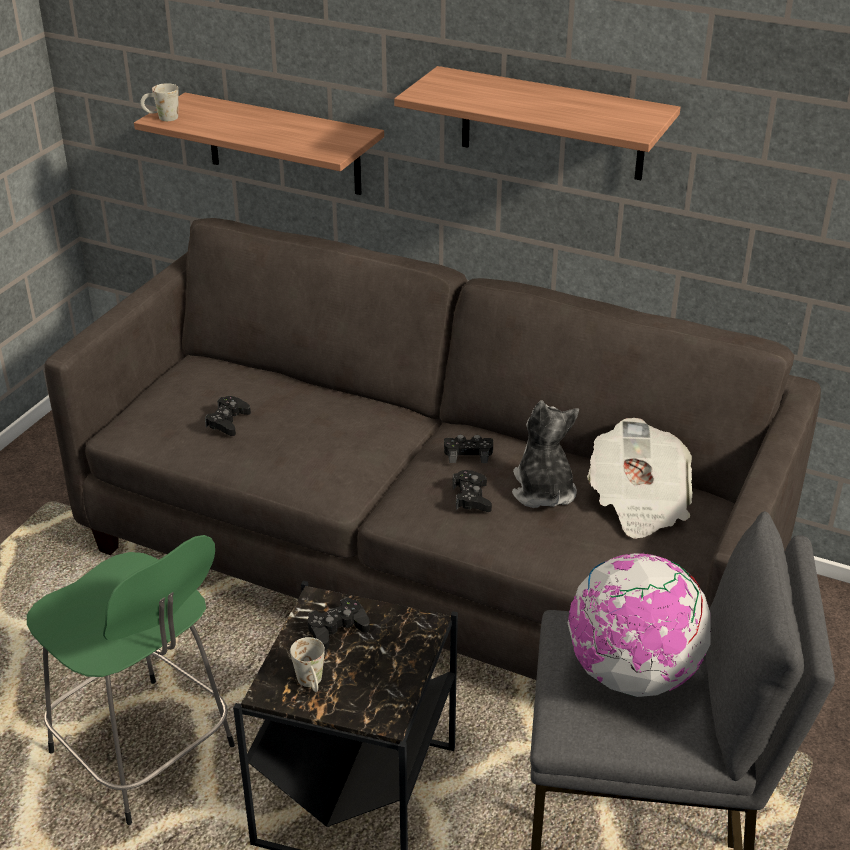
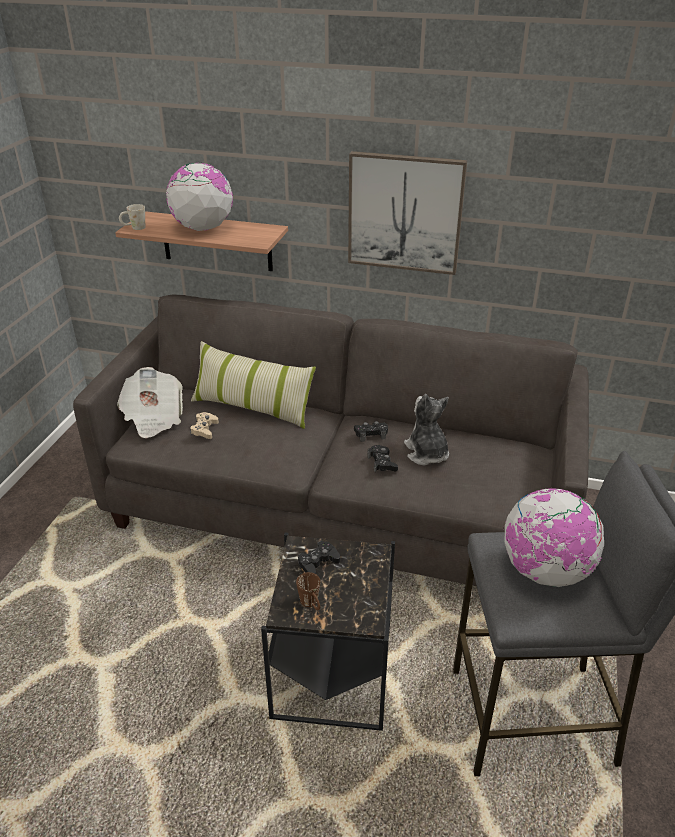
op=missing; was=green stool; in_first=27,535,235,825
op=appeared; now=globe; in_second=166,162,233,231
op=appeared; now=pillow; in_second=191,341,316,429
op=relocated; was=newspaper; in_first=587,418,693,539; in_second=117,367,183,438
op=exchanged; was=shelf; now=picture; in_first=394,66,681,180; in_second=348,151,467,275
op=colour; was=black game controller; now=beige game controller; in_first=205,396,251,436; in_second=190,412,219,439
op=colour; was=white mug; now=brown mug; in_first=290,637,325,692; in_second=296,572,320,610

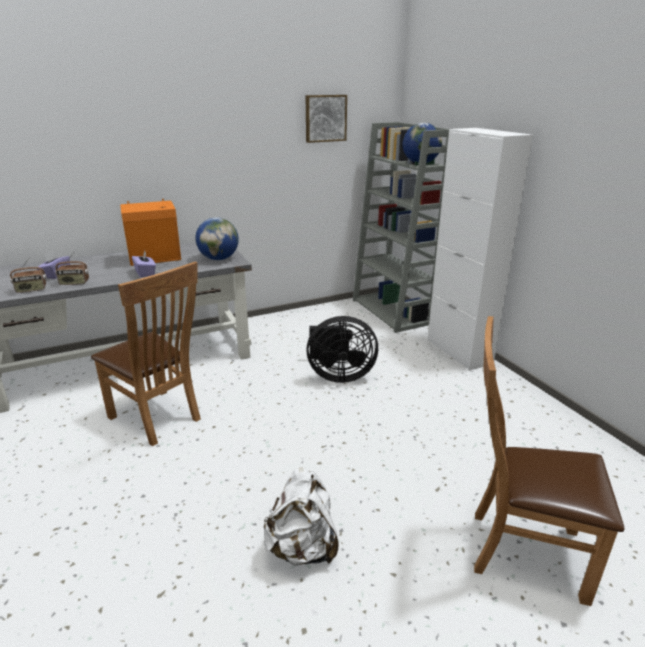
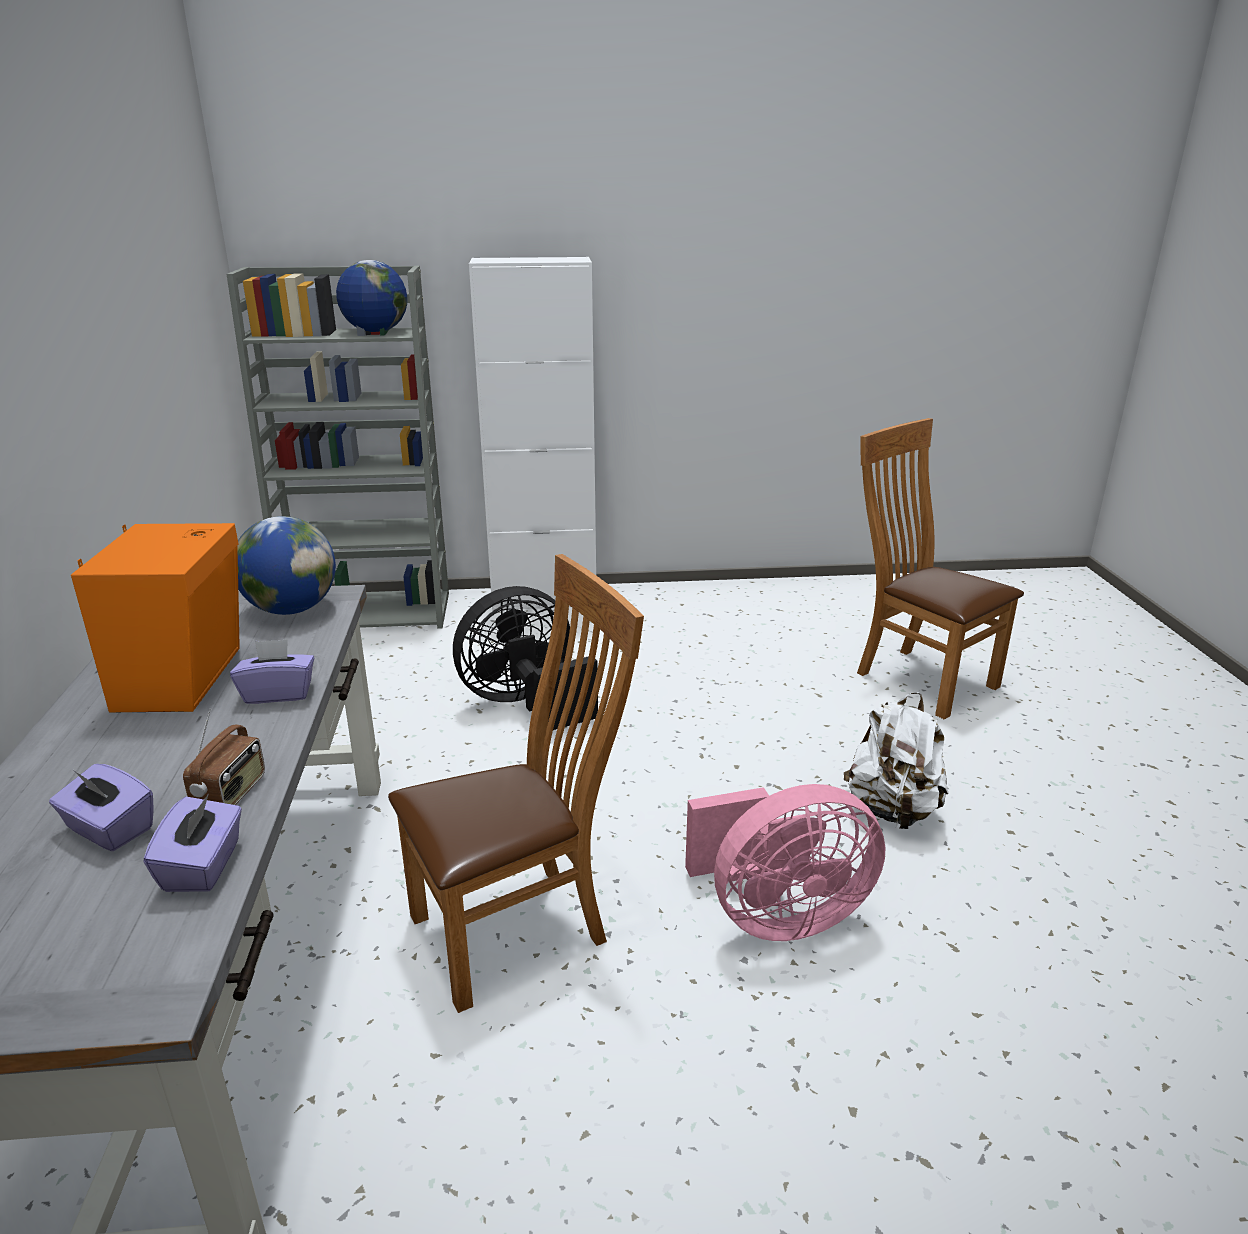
op=missing; was=picture; in_first=306,95,347,143
op=appeared; now=pink fan; in_second=685,784,886,941
op=exchanged; was=radio; now=purple tissue box; in_first=10,257,47,293; in_second=144,794,242,892
op=spun; was=black fan; in_first=306,316,378,383; in_second=453,586,598,730; clockwise=-135
op=spun; was=brown chair; in_first=474,316,624,606; in_second=857,418,1024,720; clockwise=105

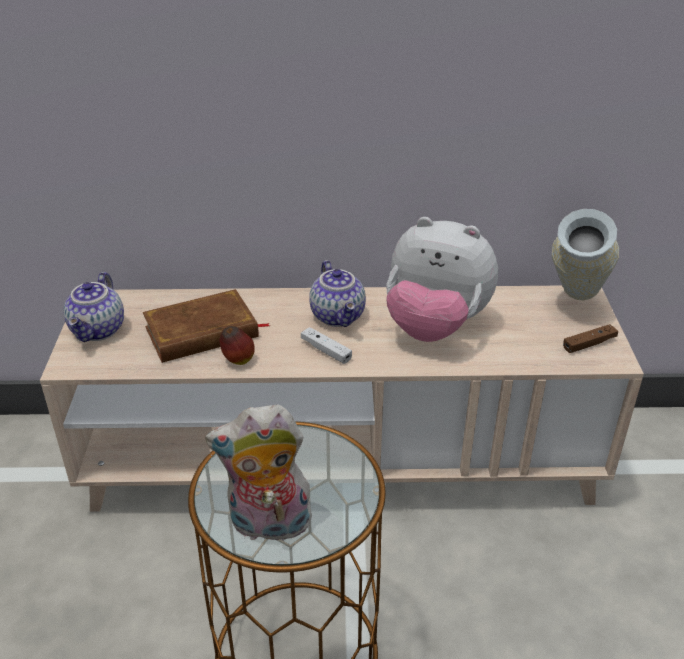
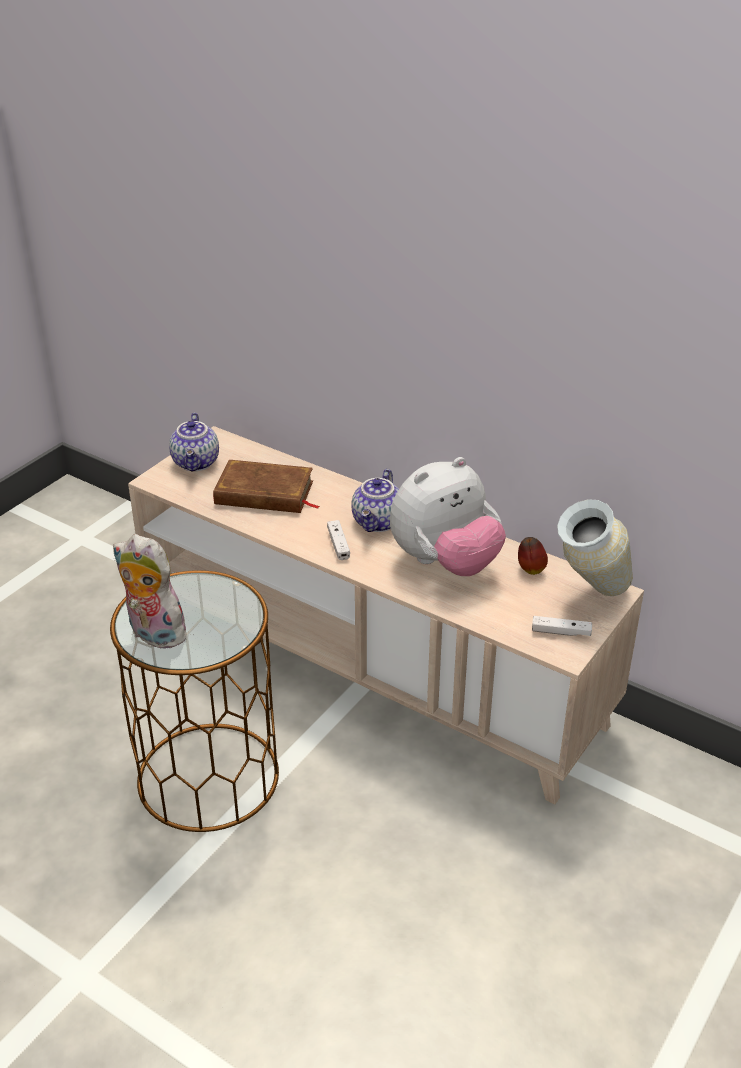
op=relocated; was=apple; in_first=220,326,255,365; in_second=518,537,548,575
op=colour; was=brown game controller; now=white game controller; in_first=563,324,618,353; in_second=532,616,592,636
op=spun; was=teapot; in_first=63,272,124,342; in_second=169,413,219,472; clockwise=-45
op=spun; was=plush toy; in_first=386,217,498,342; in_second=390,457,506,576; clockwise=-90

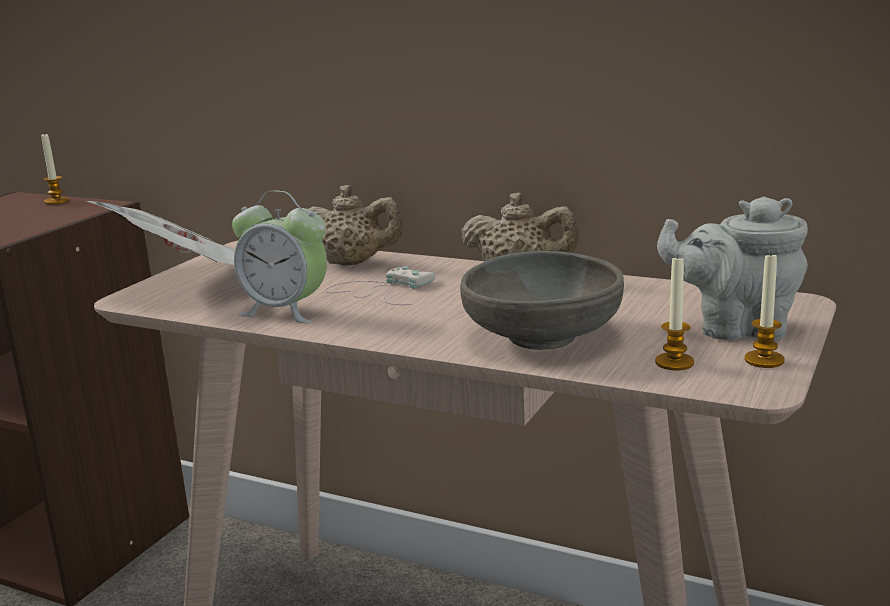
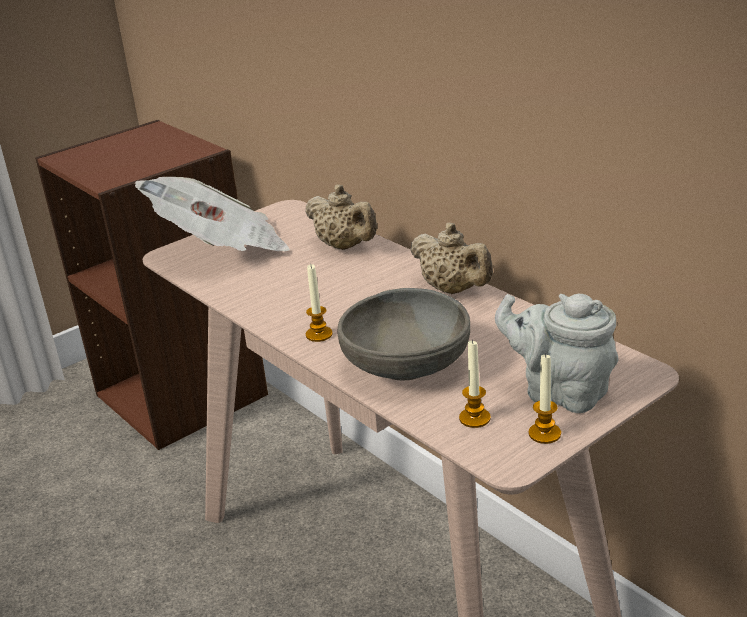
op=missing; was=alarm clock; in_first=232,191,327,323
op=missing; was=white game controller; in_first=325,266,435,305
op=relocated; was=candle; in_first=41,132,69,205; in_second=306,264,333,342

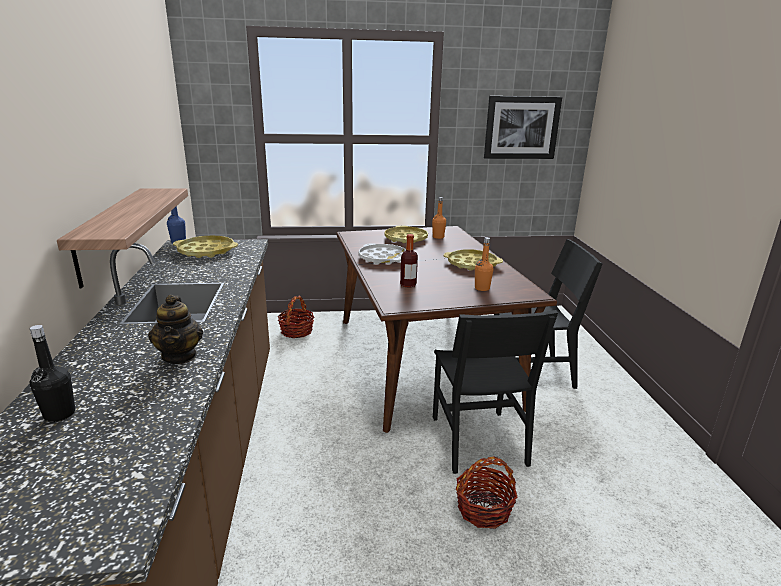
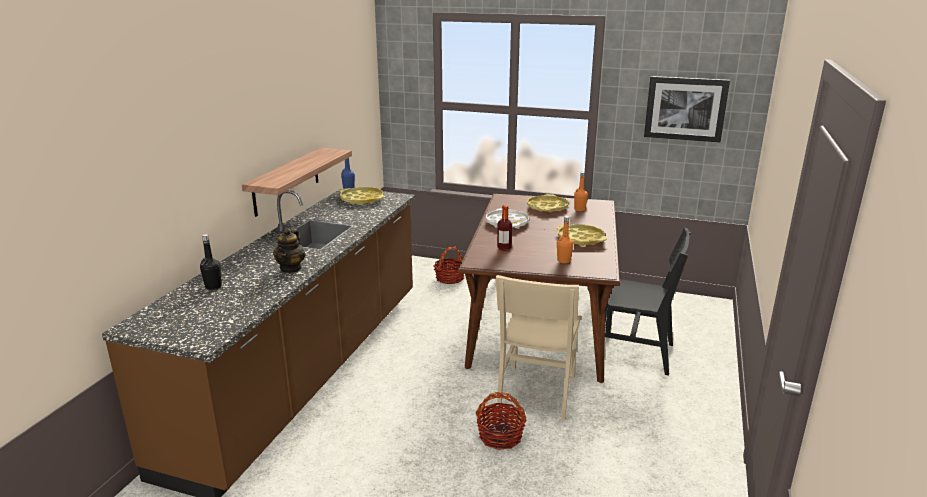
op=colour; was=black chair; now=beige chair; in_first=433,310,558,474; in_second=496,275,581,420

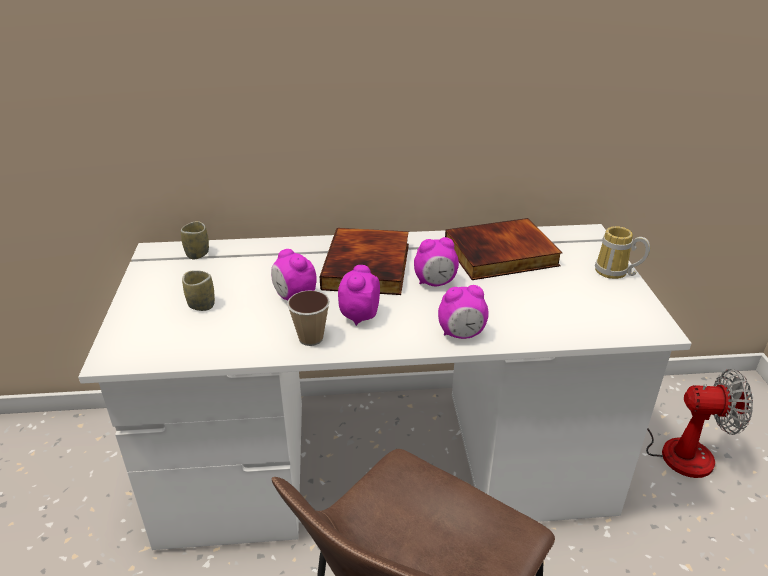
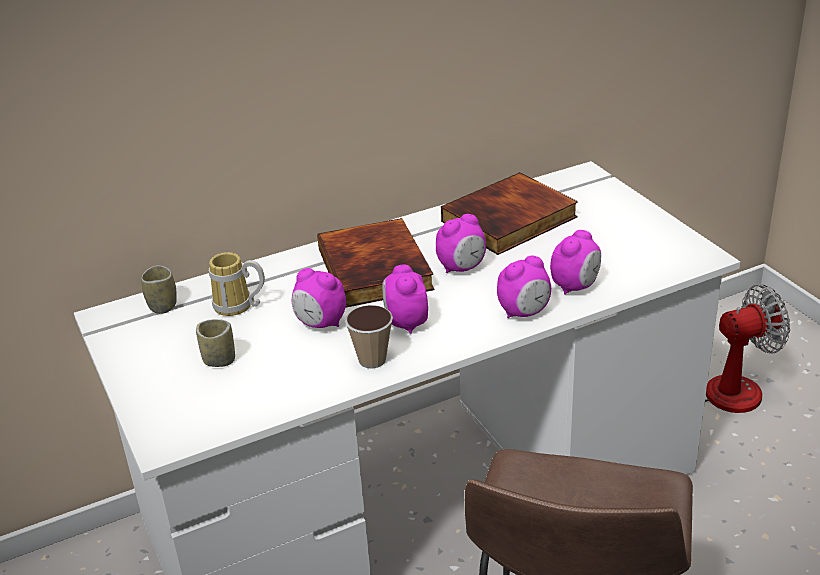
op=appeared; now=alarm clock; in_second=550,230,601,295
op=relocated; was=mug; in_first=595,226,650,279; in_second=209,252,265,316

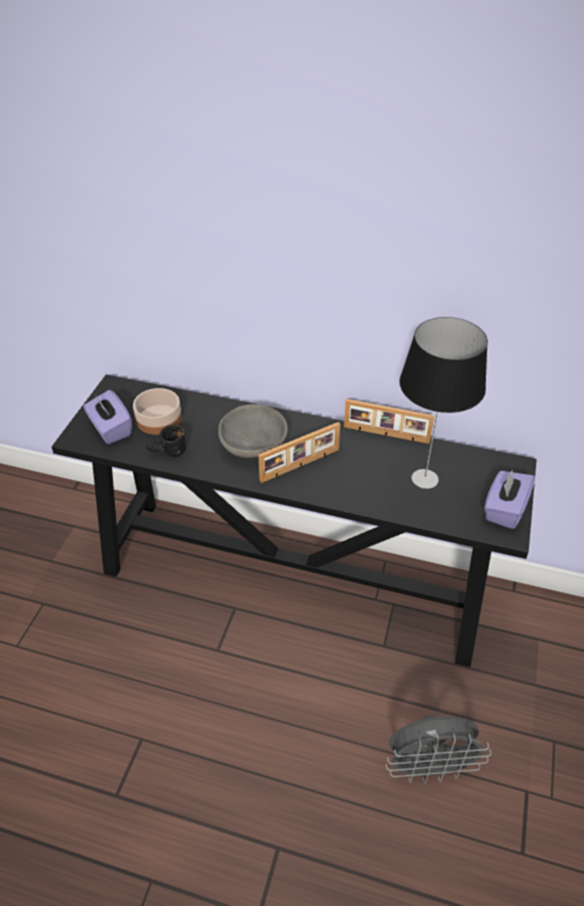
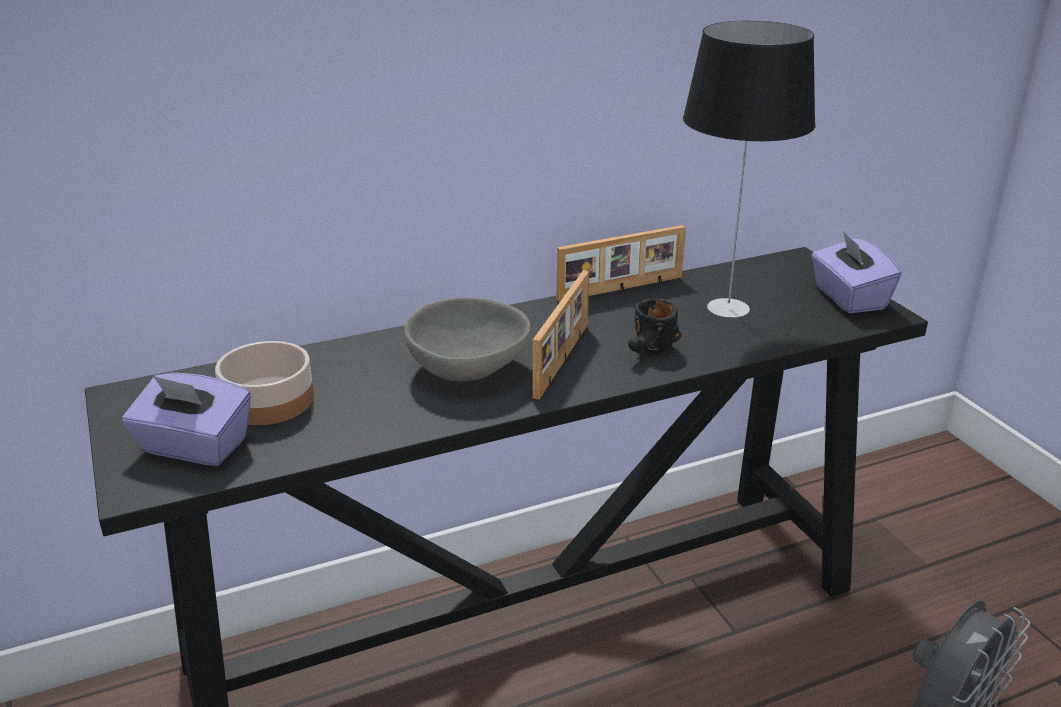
op=relocated; was=black mug; in_first=146,425,186,457; in_second=628,298,682,353

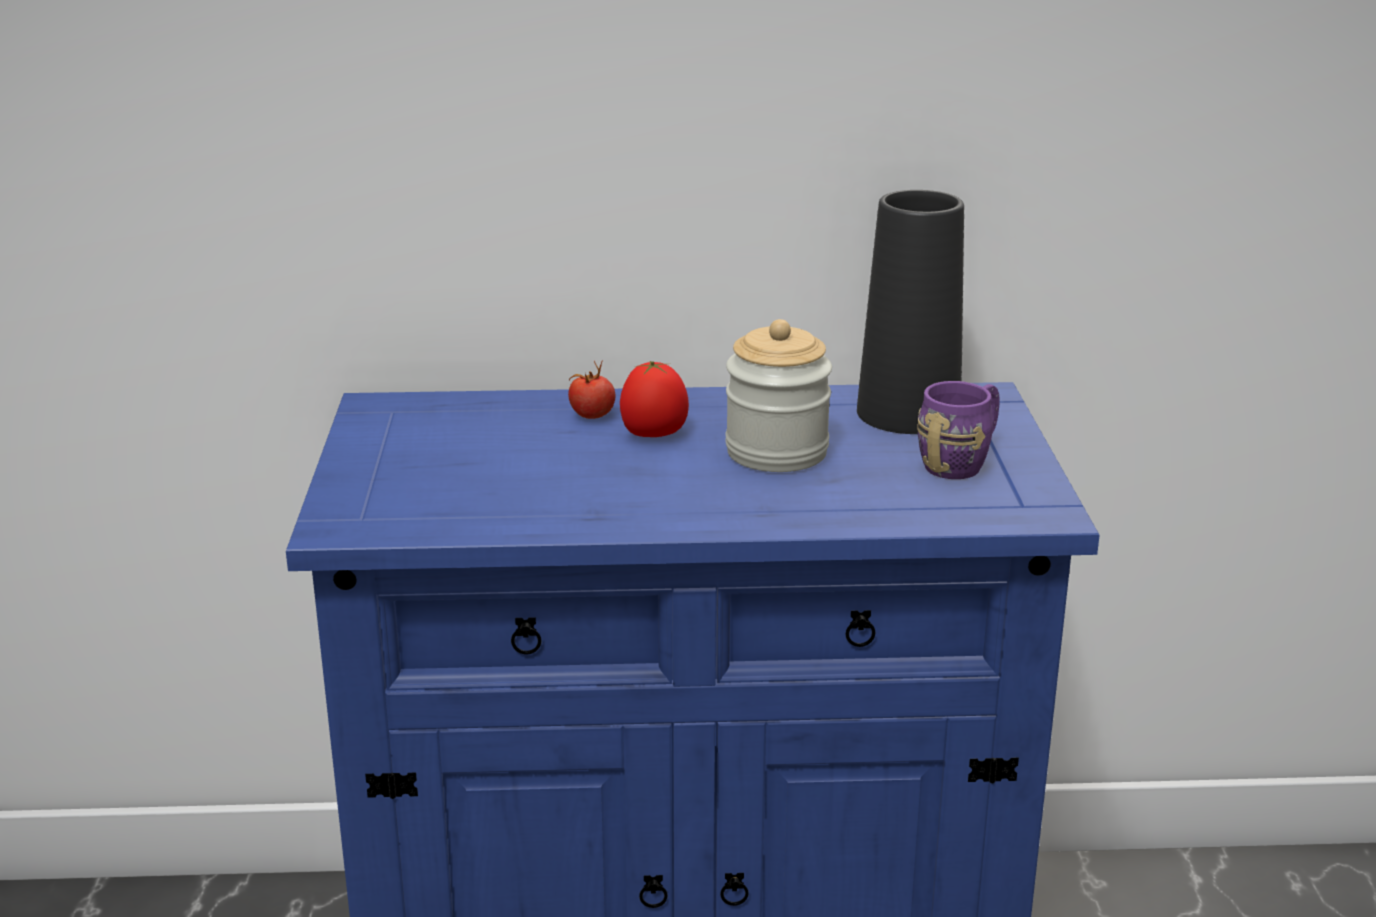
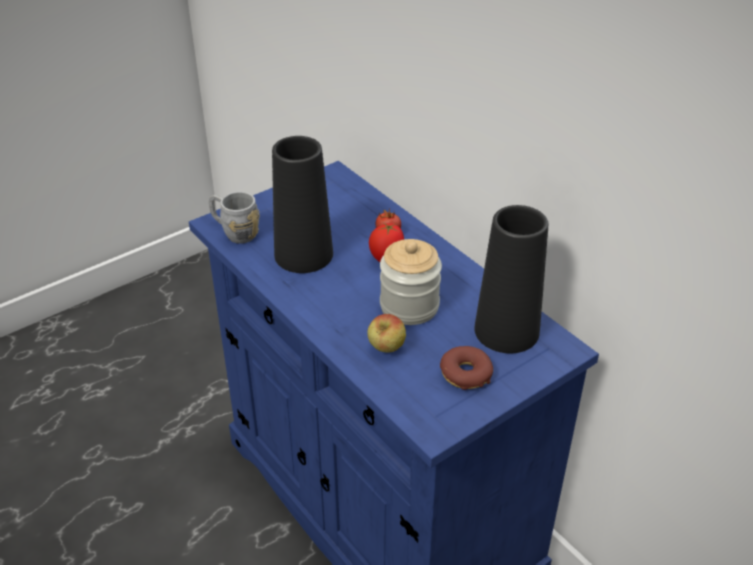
op=appeared; now=grey mug; in_second=209,191,260,244
op=appeared; now=black vase; in_second=272,136,333,273
op=appeared; now=apple; in_second=367,314,406,353
op=exchanged; was=purple mug; now=donut; in_first=917,381,1000,479; in_second=440,346,493,390

